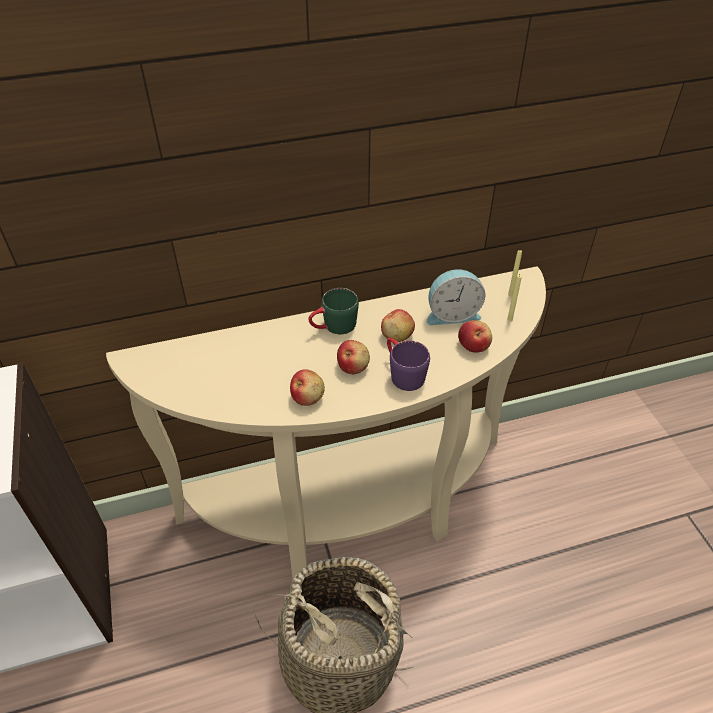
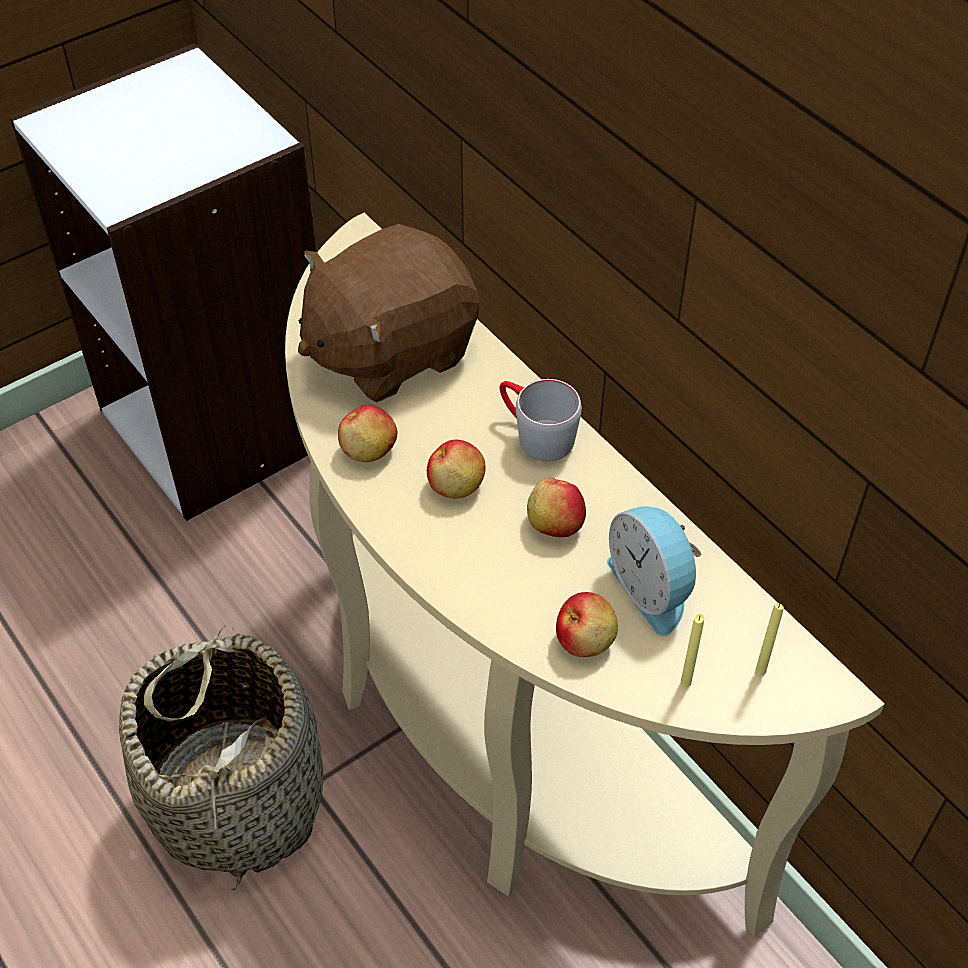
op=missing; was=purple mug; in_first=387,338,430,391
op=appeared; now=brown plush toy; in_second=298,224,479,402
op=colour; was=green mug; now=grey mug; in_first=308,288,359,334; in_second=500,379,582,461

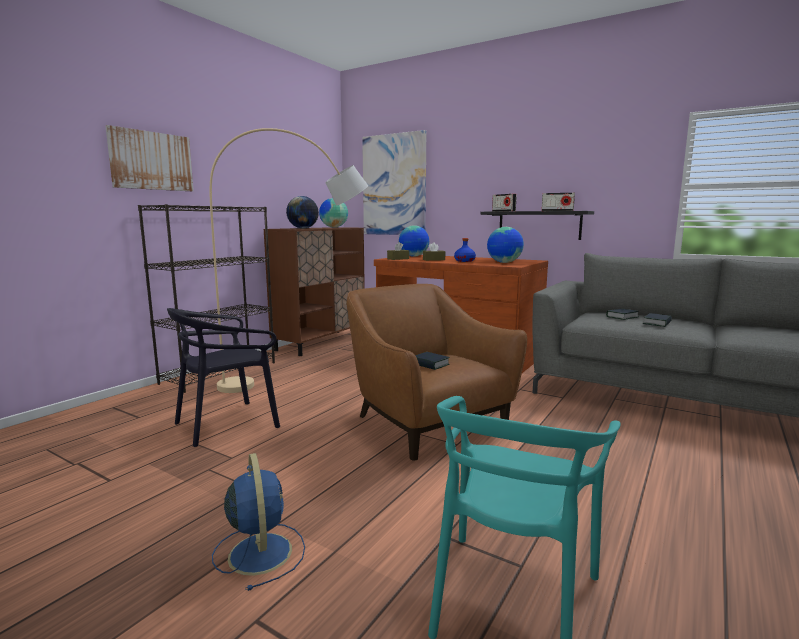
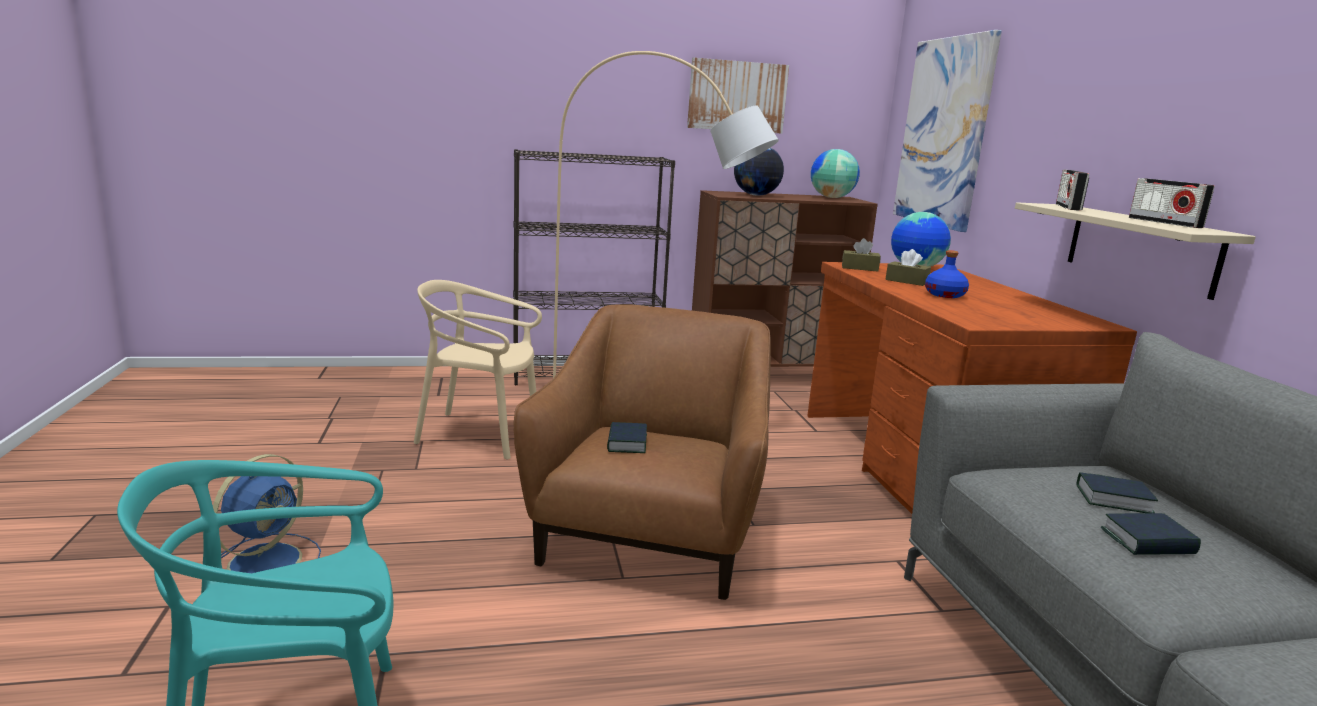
op=missing; was=globe; in_first=487,227,524,263
op=relocated; was=picture; in_first=106,125,194,191; in_second=687,57,789,134
op=colour; was=black chair; now=beige chair; in_first=167,308,280,447; in_second=414,280,542,459
op=colour; was=black shelf; now=beige shelf; in_first=481,211,594,240; in_second=1015,202,1256,300

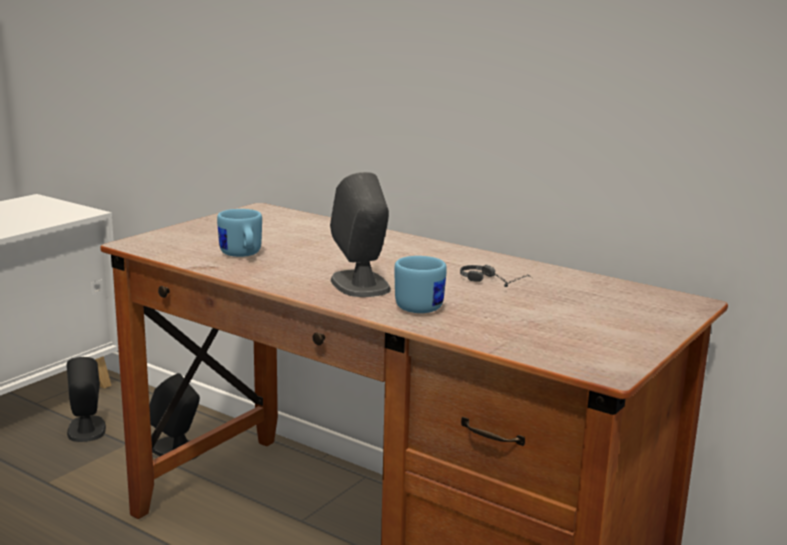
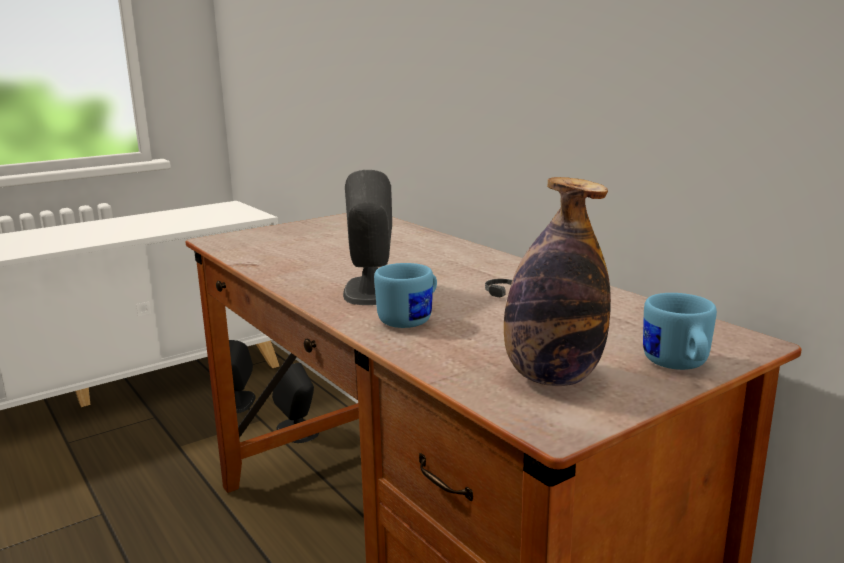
op=appeared; now=bottle; in_second=504,177,611,386
op=relocated; was=blue mug; in_first=217,209,262,257; in_second=643,293,717,370

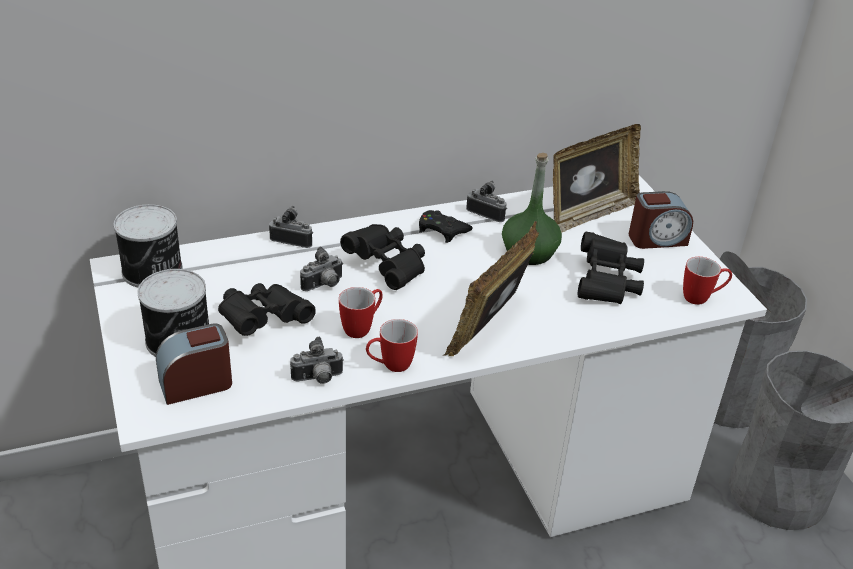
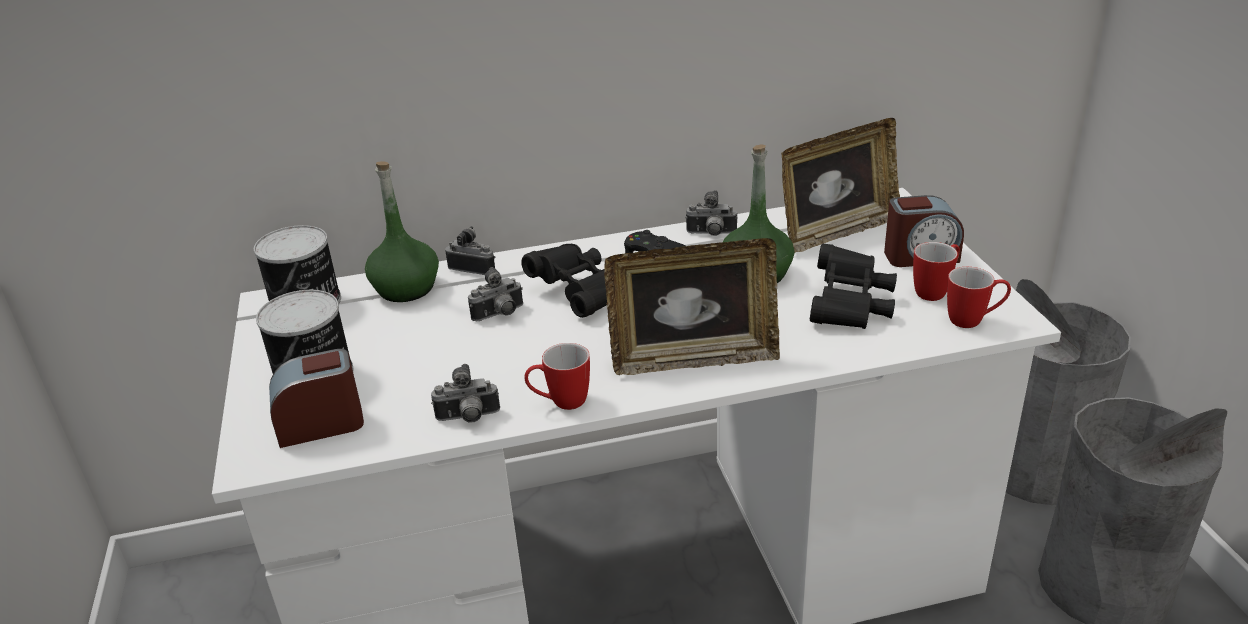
op=missing; was=black binoculars; in_first=218,283,316,336
op=appeared; now=green bottle; in_second=365,161,439,302
op=relocated; was=mug; in_first=339,287,383,338; in_second=913,242,960,301
op=spun; was=picture frame; in_first=442,221,539,356; in_second=604,238,780,375; clockwise=-135
op=spun; was=photo camera; in_first=466,180,507,222; in_second=685,190,737,236; clockwise=150

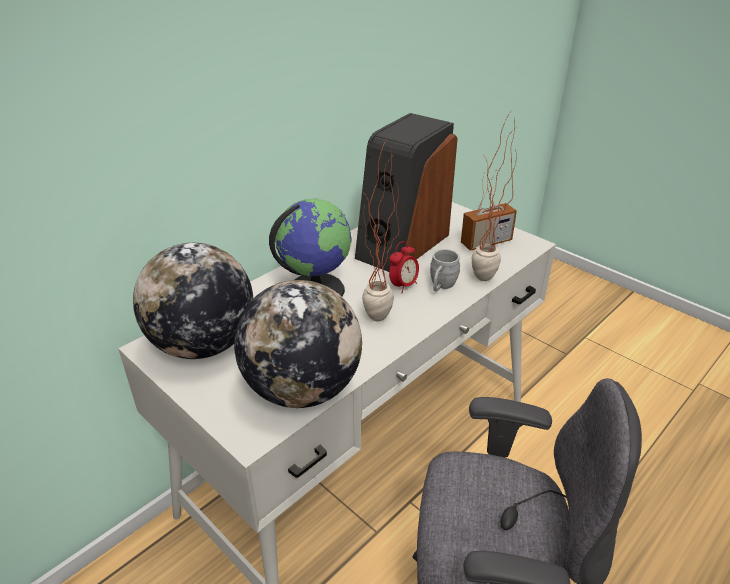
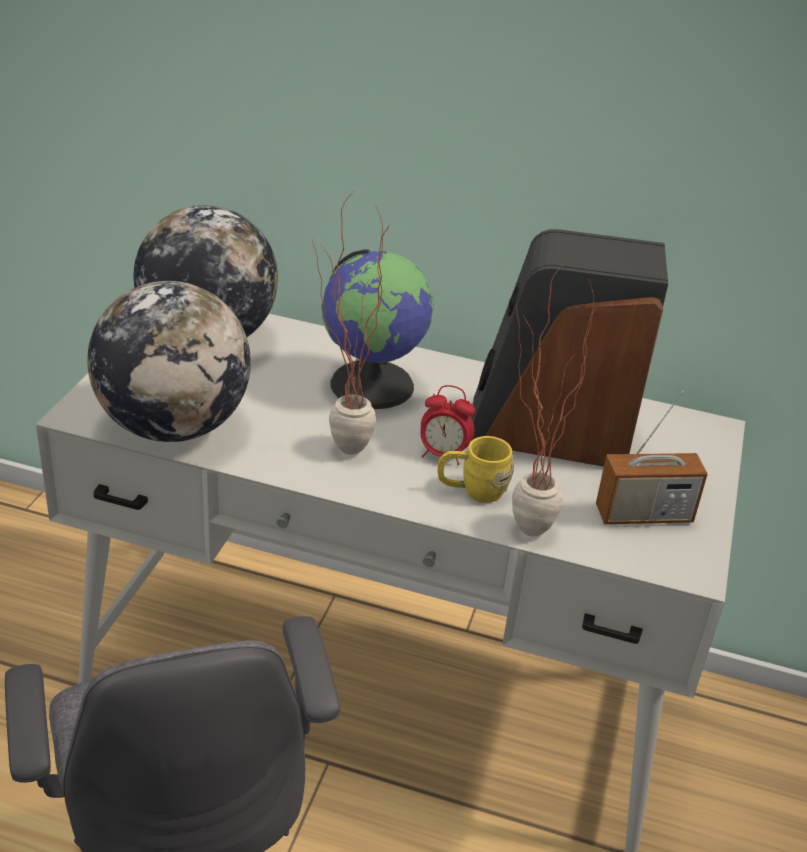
op=colour; was=grey mug; now=yellow mug; in_first=430,249,460,292; in_second=437,436,514,503
op=spun; was=radio; in_first=461,169,517,251; in_second=596,391,708,524; clockwise=-45

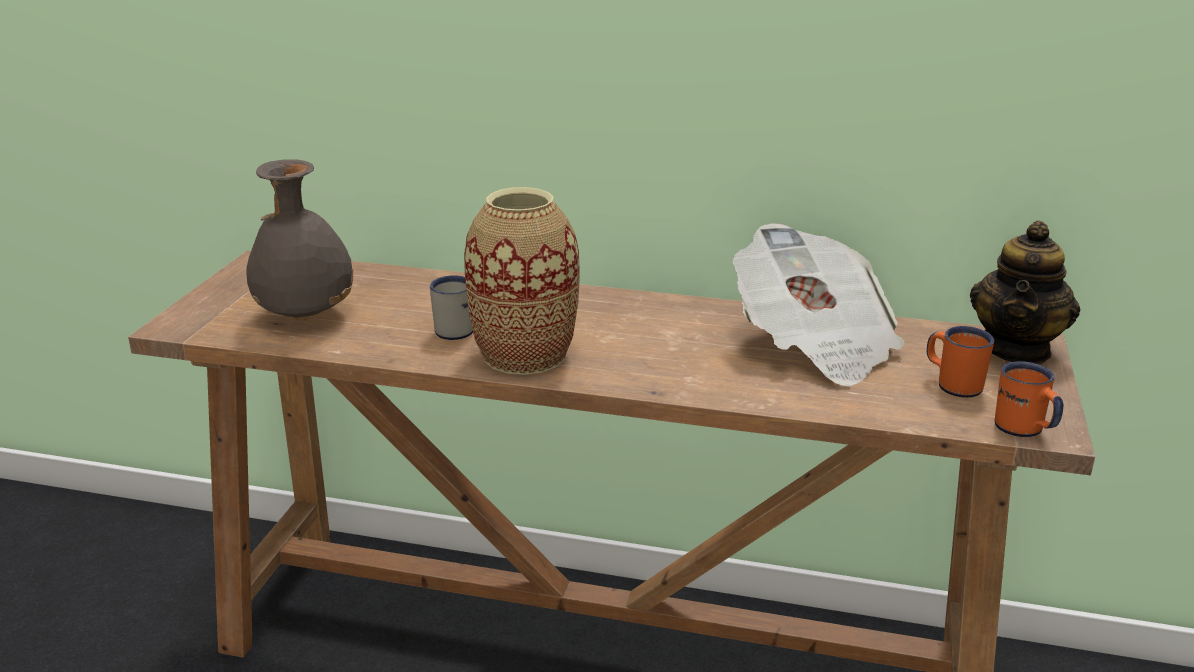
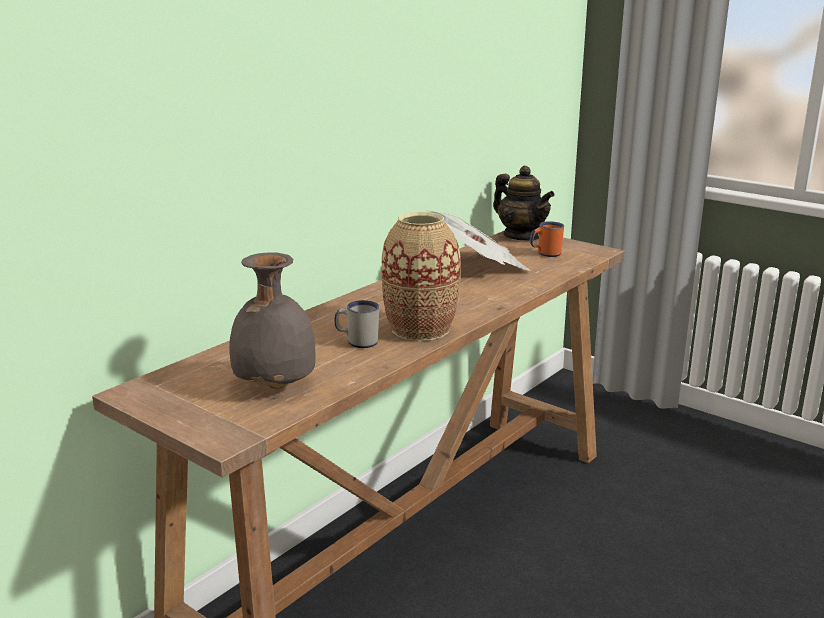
op=missing; was=orange mug; in_first=995,361,1063,437

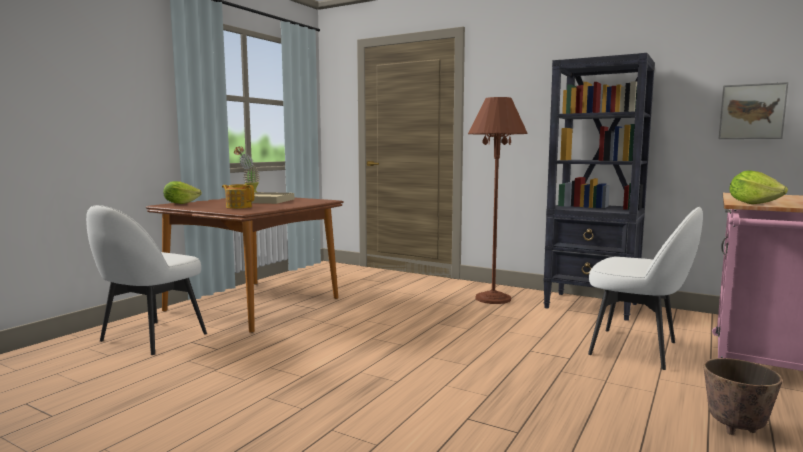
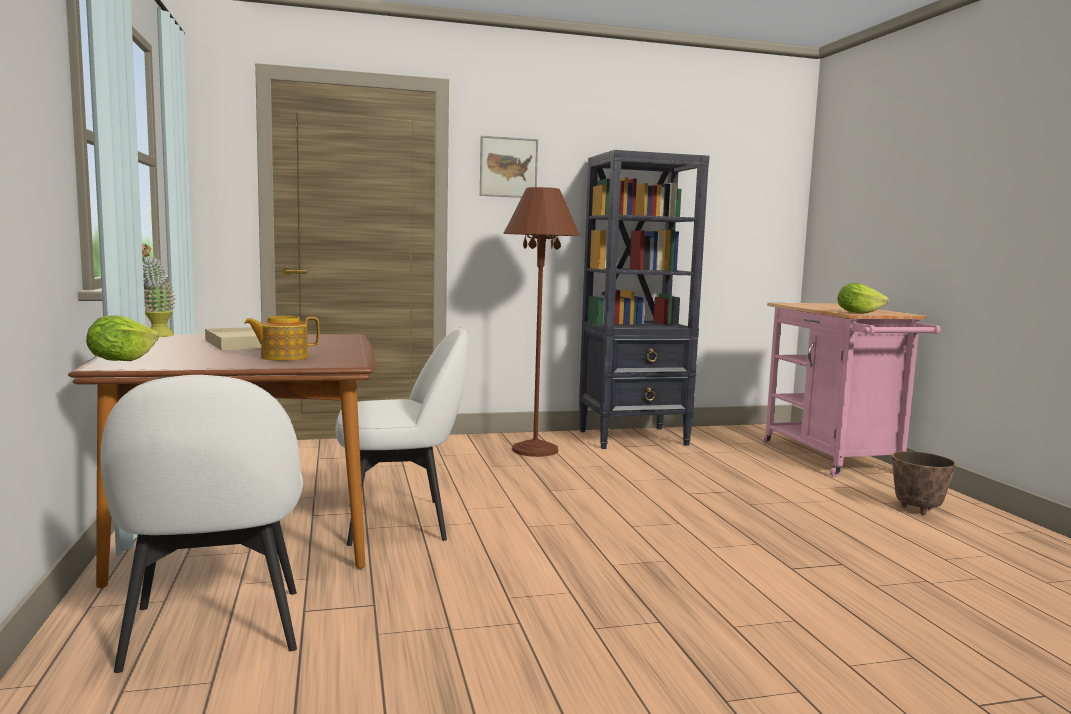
op=relocated; was=white chair; in_first=588,207,703,370; in_second=336,327,468,546
op=relocated; was=picture; in_first=719,82,788,139; in_second=480,136,538,198

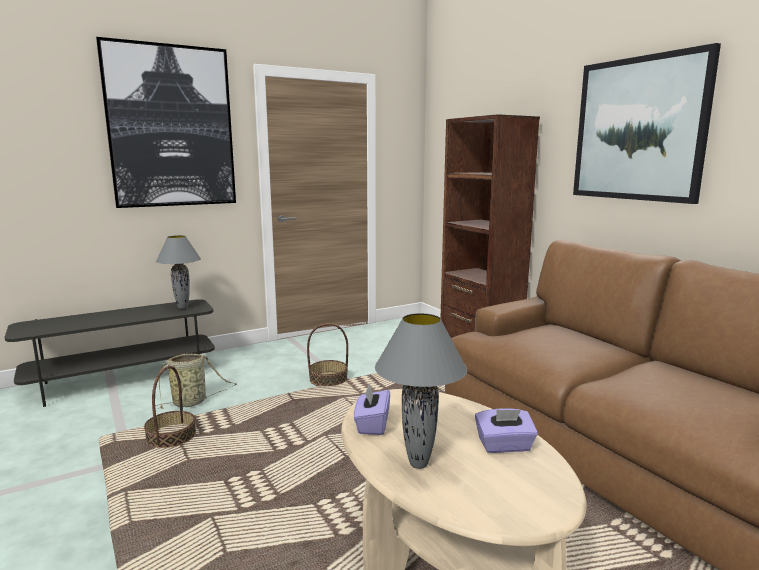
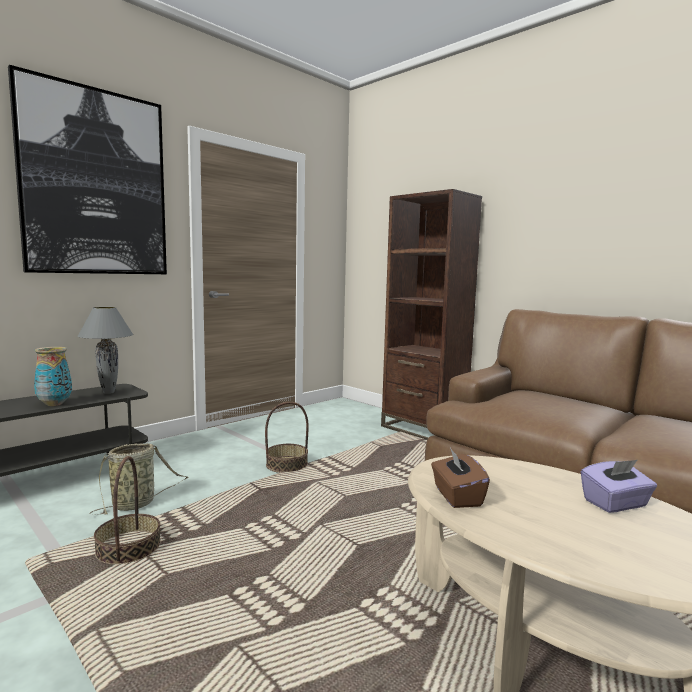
op=missing; was=grey table lamp; in_first=375,313,467,469
op=missing; was=picture; in_first=573,43,721,204
op=appeared; now=vase; in_second=34,347,72,406
op=colour; was=purple tissue box; now=brown tissue box; in_first=354,384,390,435; in_second=431,448,490,508

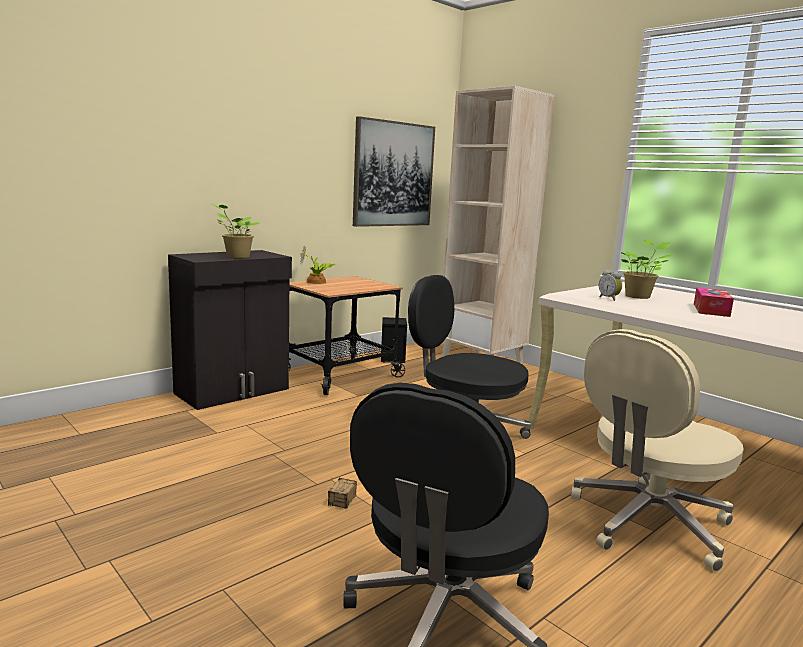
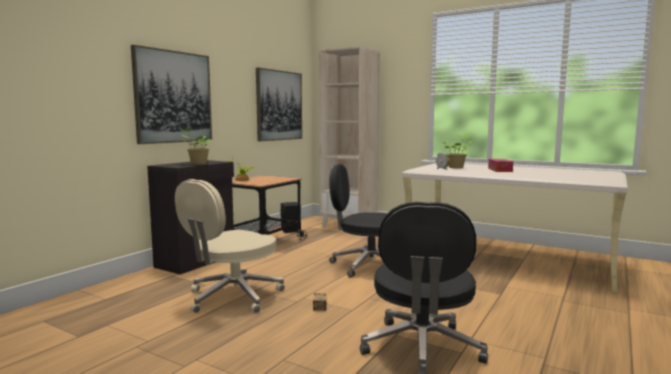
op=appeared; now=picture; in_second=131,45,212,144
op=relocated; was=beige office chair; in_first=571,329,744,572; in_second=175,179,285,313

